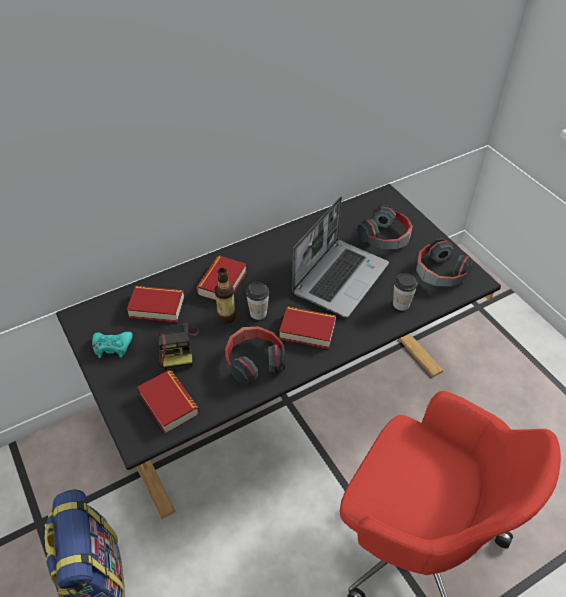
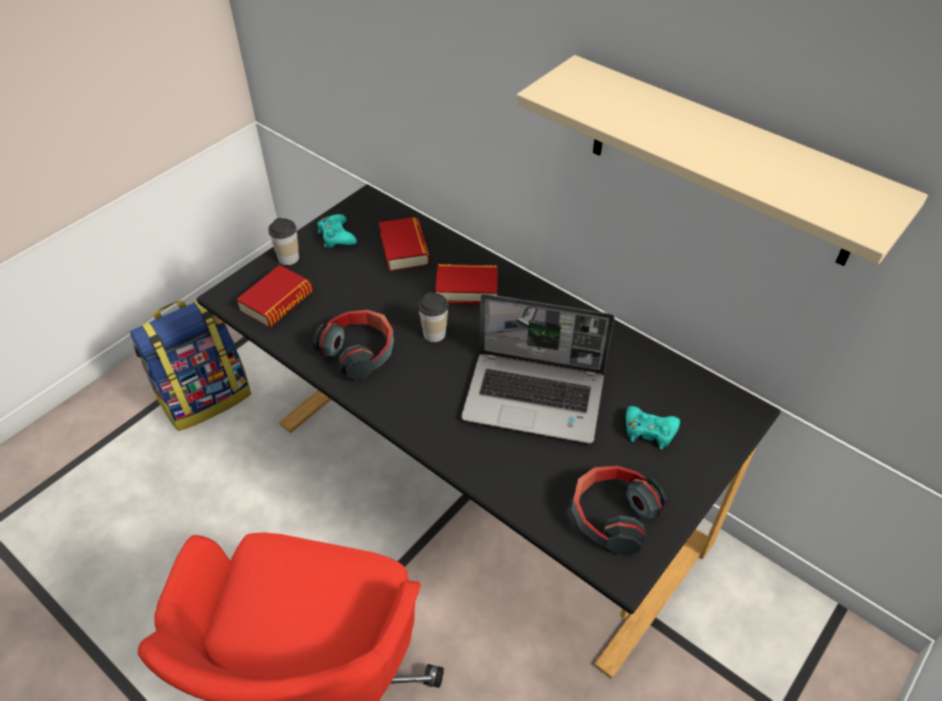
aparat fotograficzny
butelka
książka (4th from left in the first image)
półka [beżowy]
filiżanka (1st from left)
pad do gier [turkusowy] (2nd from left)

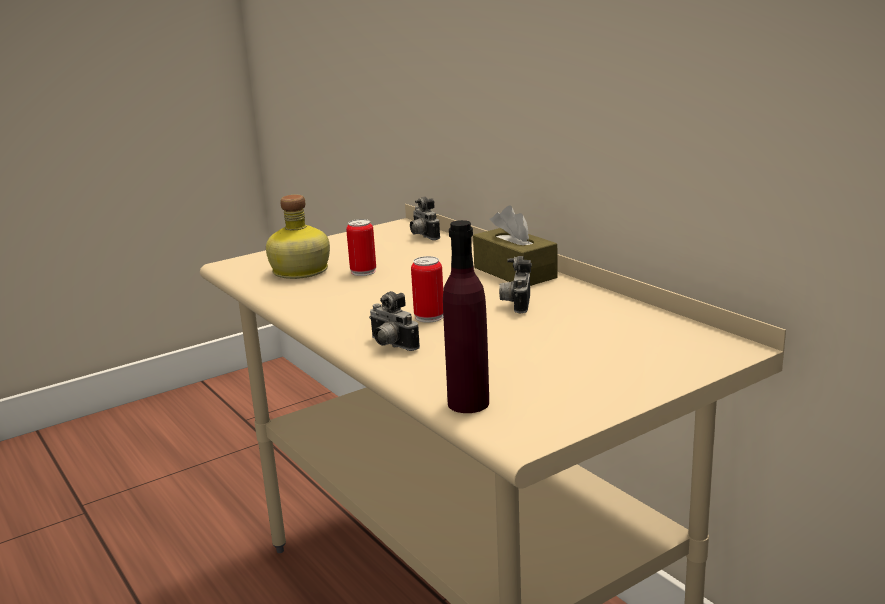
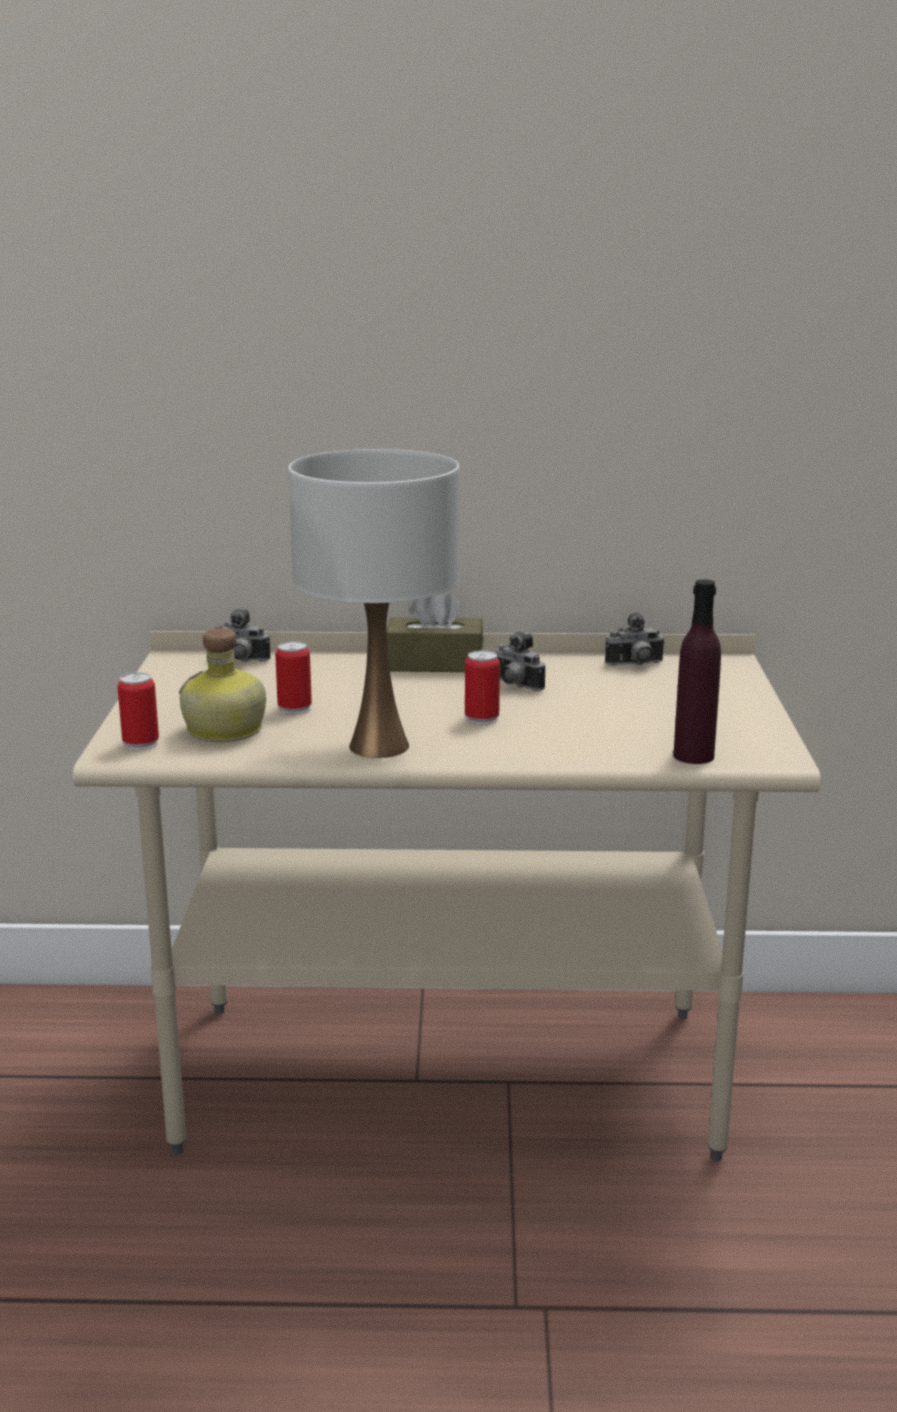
puszka (1st from left)
lampa stołowa [biały]
aparat fotograficzny (3rd from left)

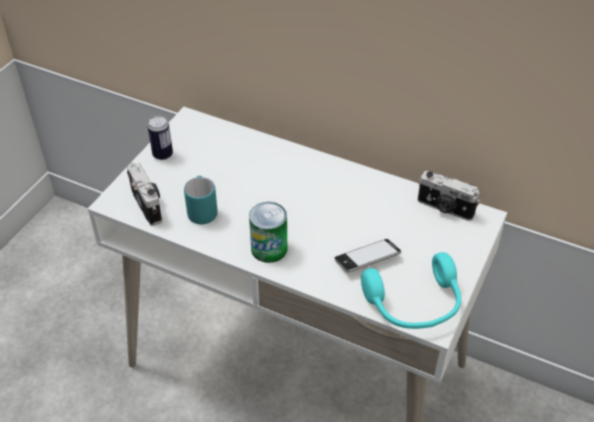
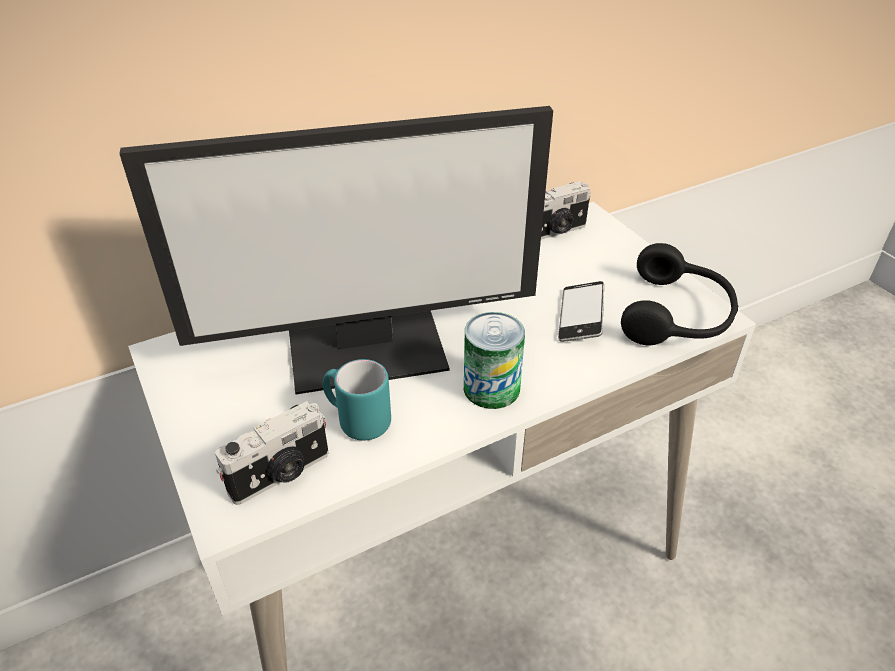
puszka (1st from left in the first image)
monitor
słuchawki [czarny]
aparat fotograficzny (1st from left)

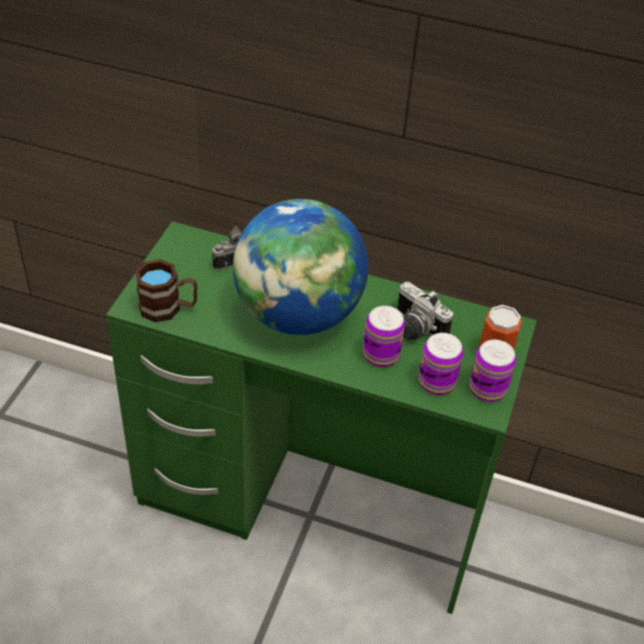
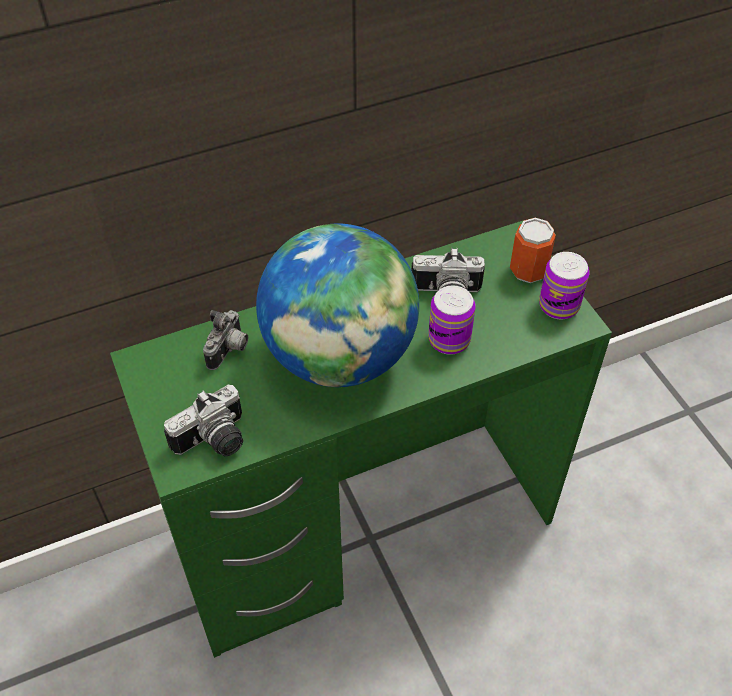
puszka (2nd from left in the first image)
aparat fotograficzny (1st from left)

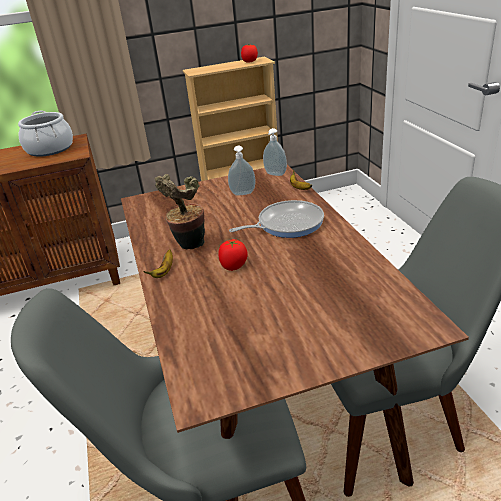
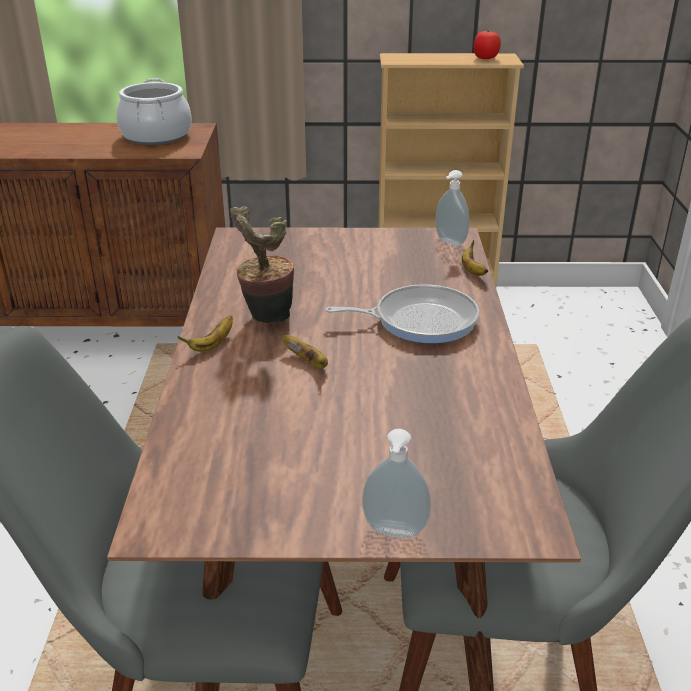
dozownik mydła (1st from left)
banan (2nd from left)

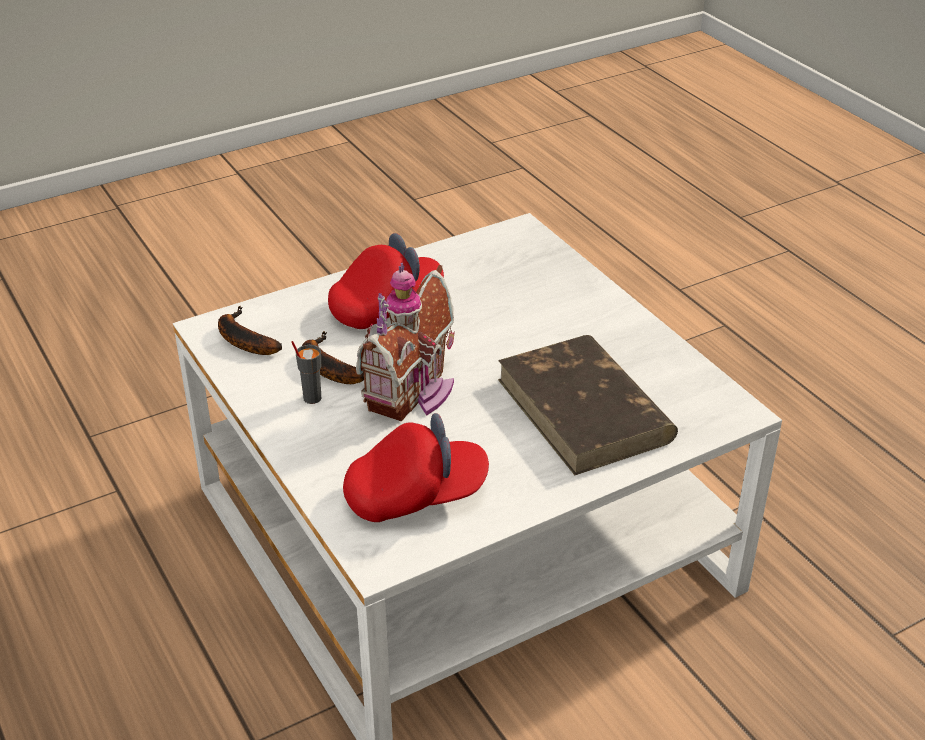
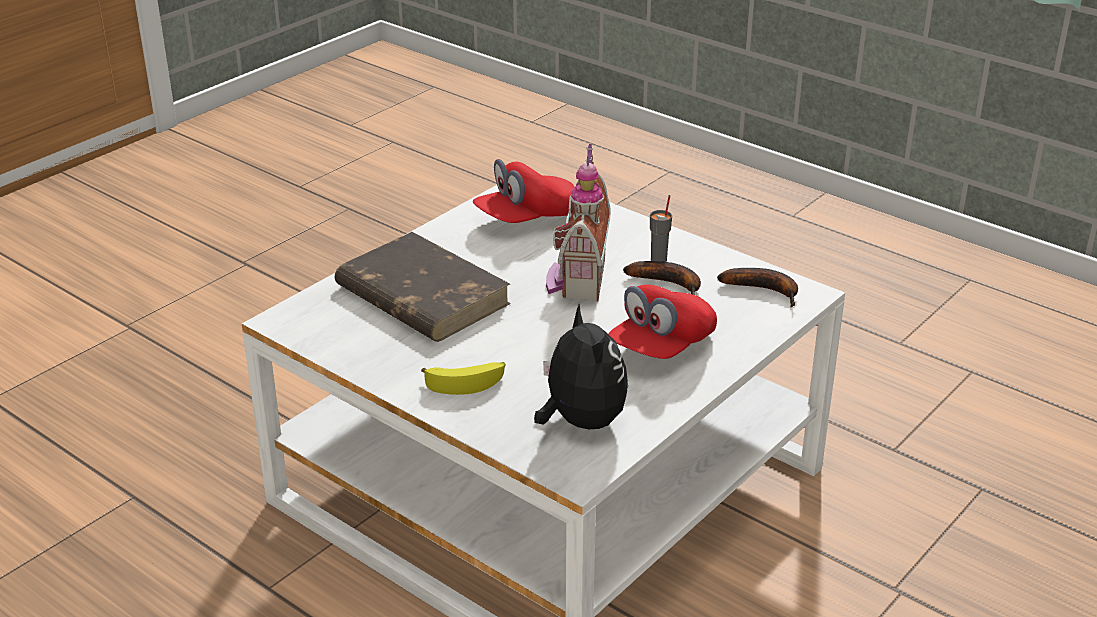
banan (1st from left)
pluszak

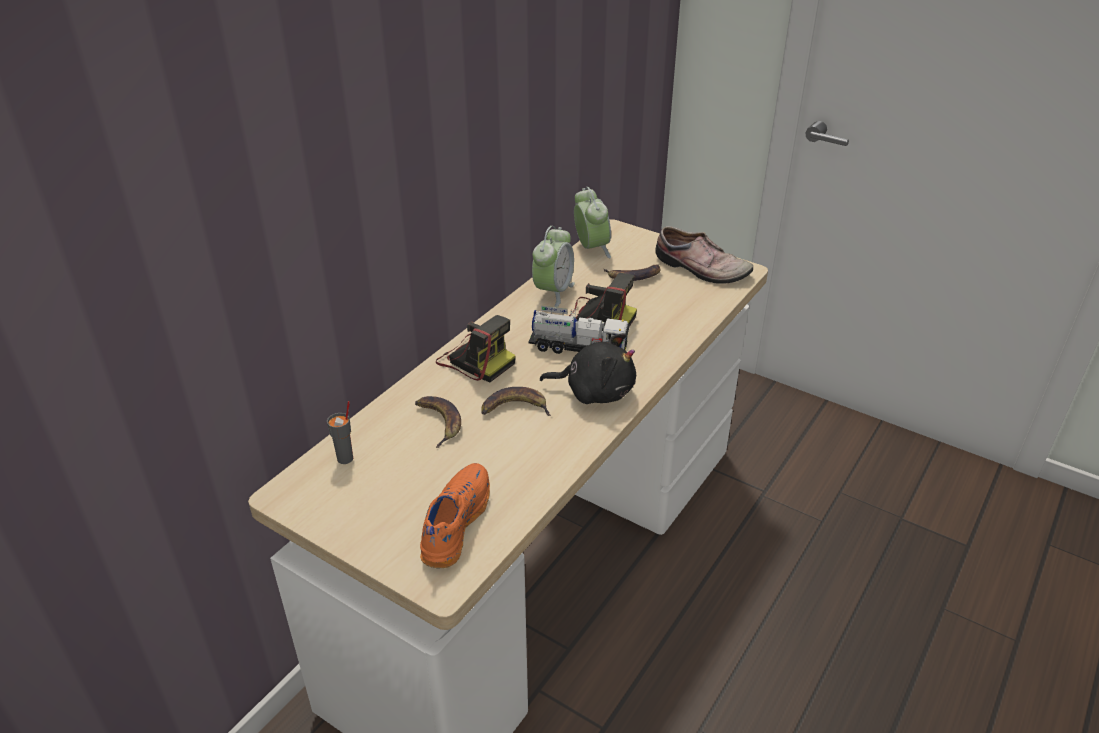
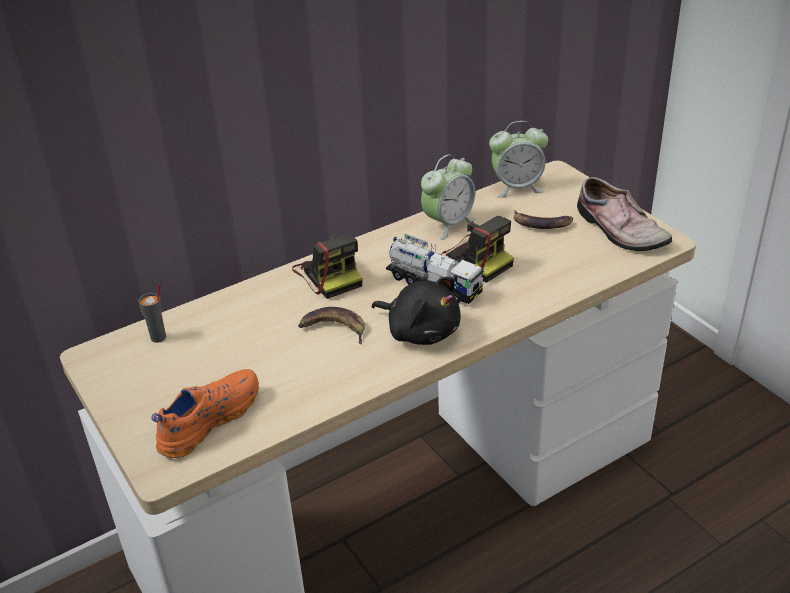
banan (1st from left in the first image)
budzik (2nd from left)

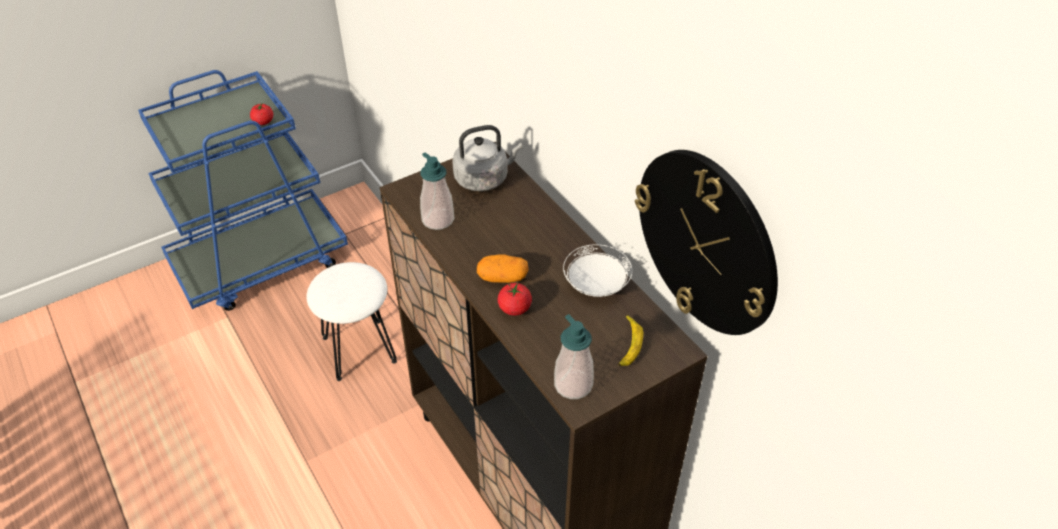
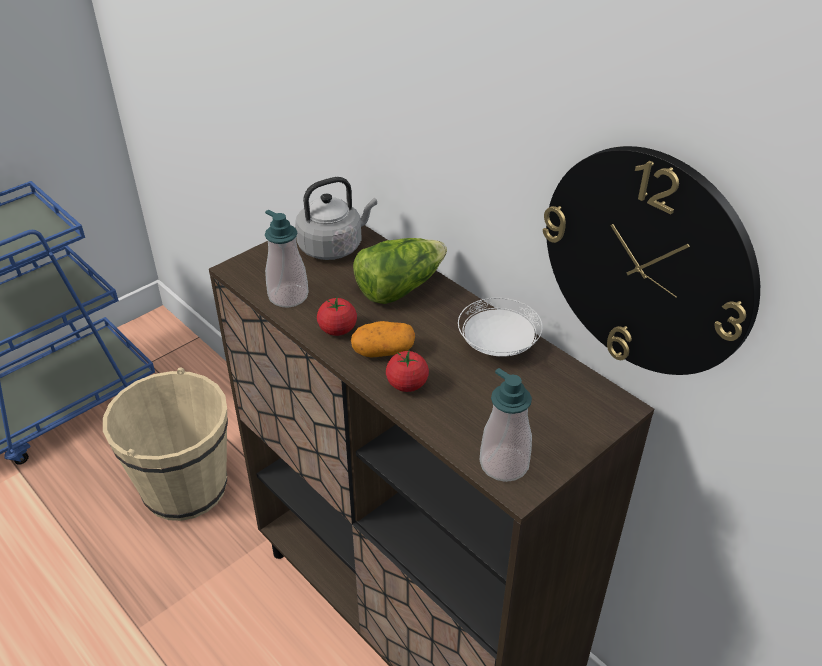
banan
sałata
pomidor (1st from left)
wiadro [beżowy]

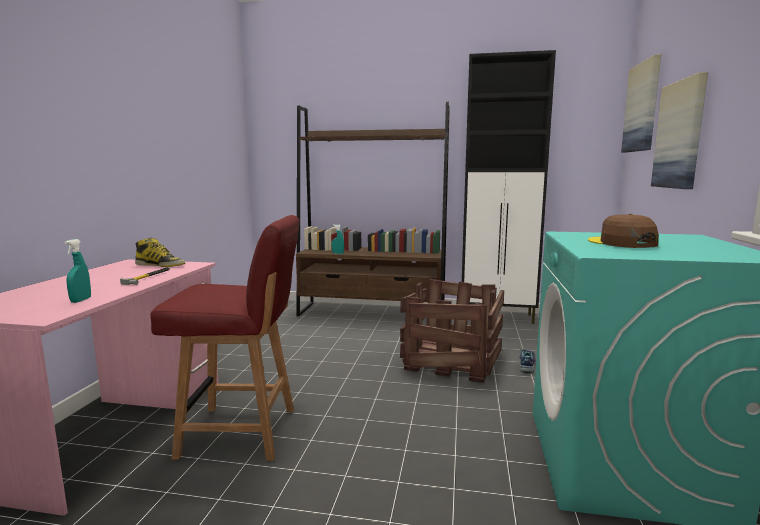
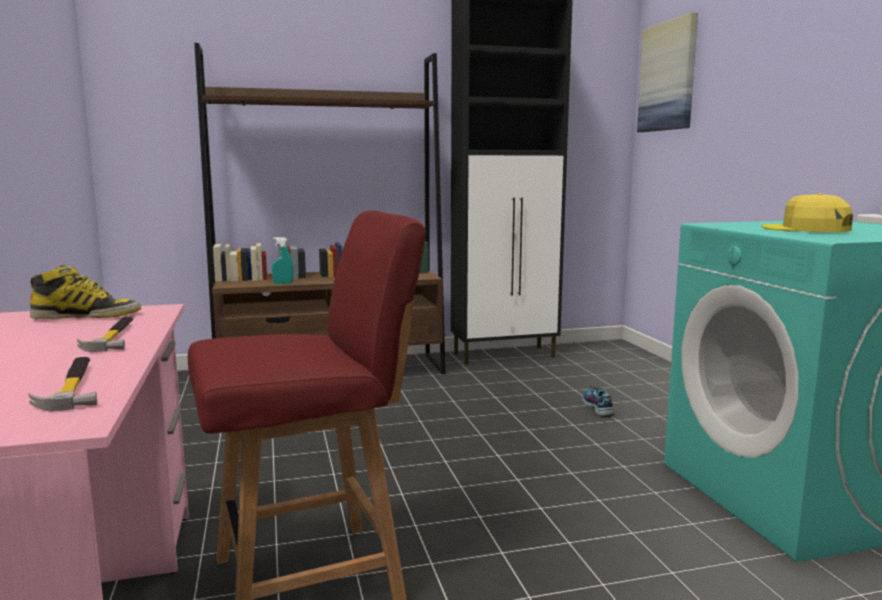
skrzynka
obraz (2nd from left in the first image)
młotek (1st from left)
czapka z daszkiem [żółty]

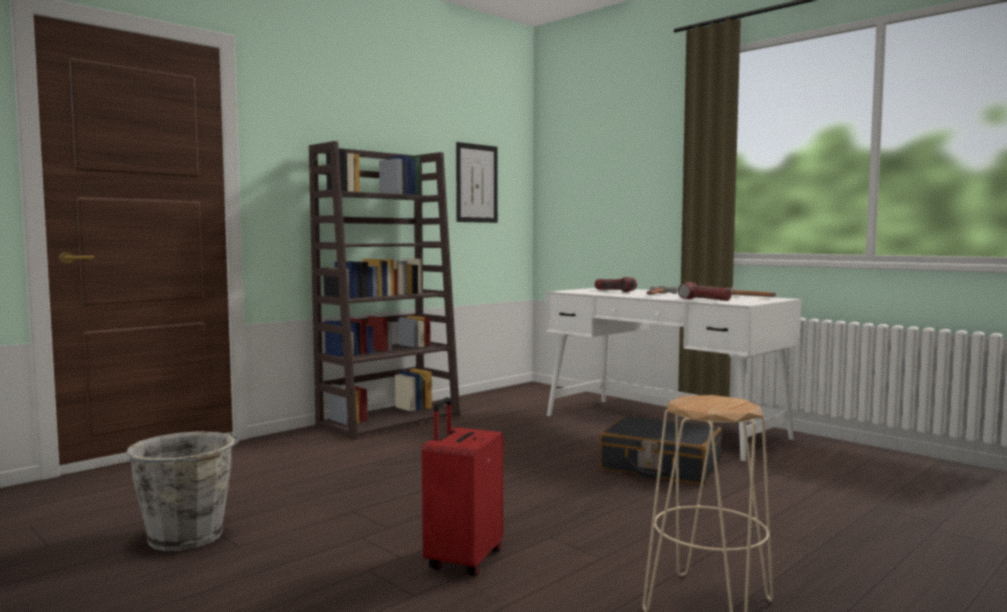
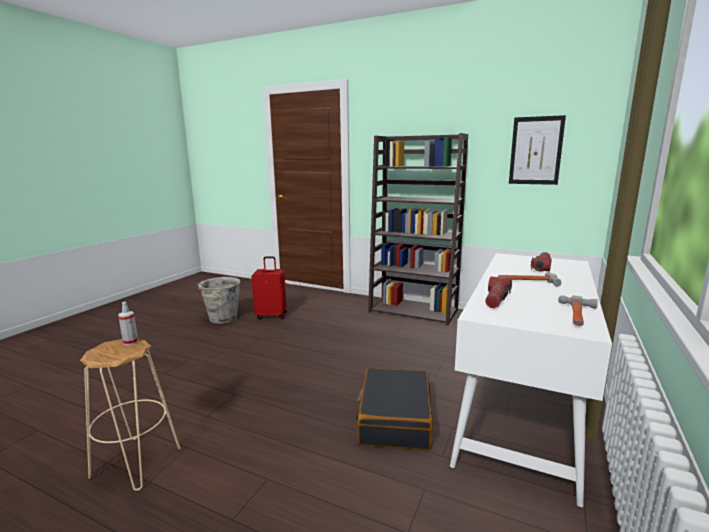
spryskiwacz
walizka [czerwony]

